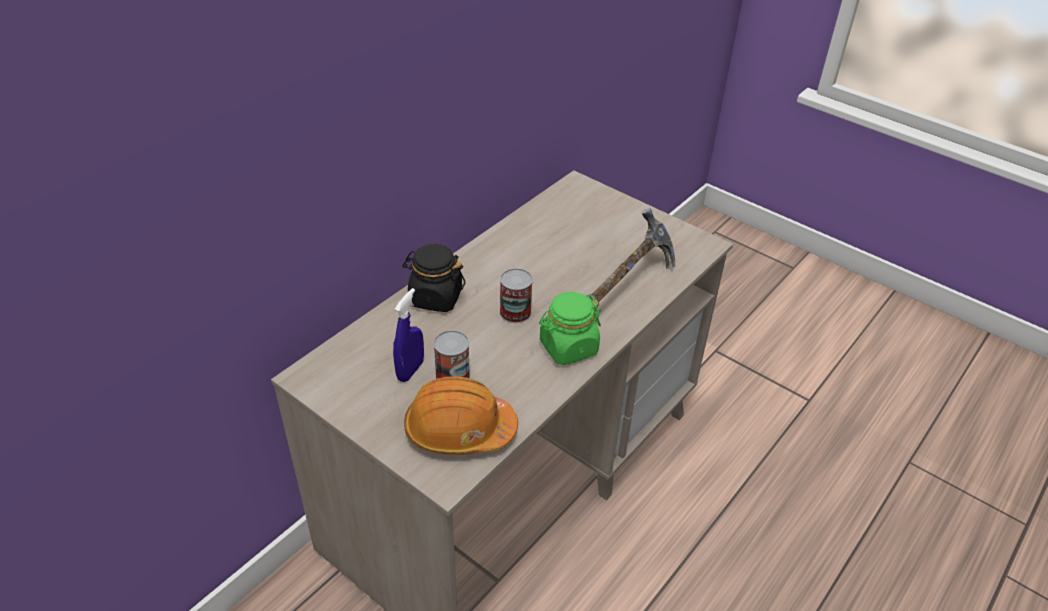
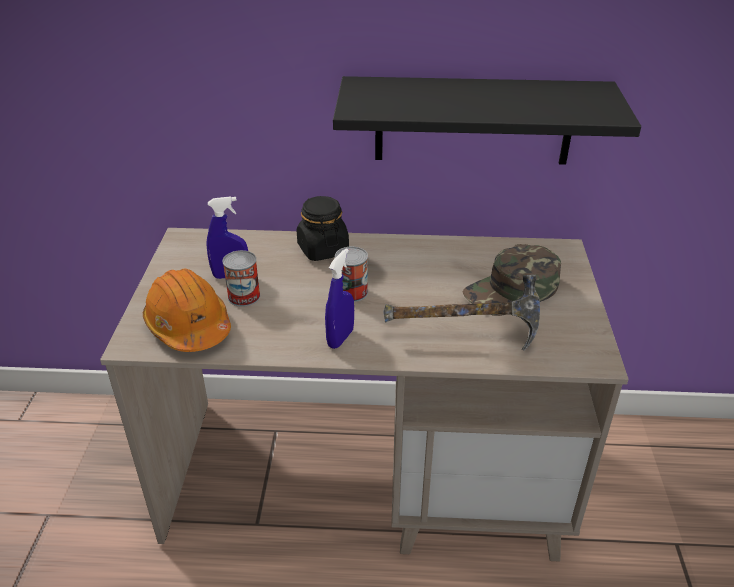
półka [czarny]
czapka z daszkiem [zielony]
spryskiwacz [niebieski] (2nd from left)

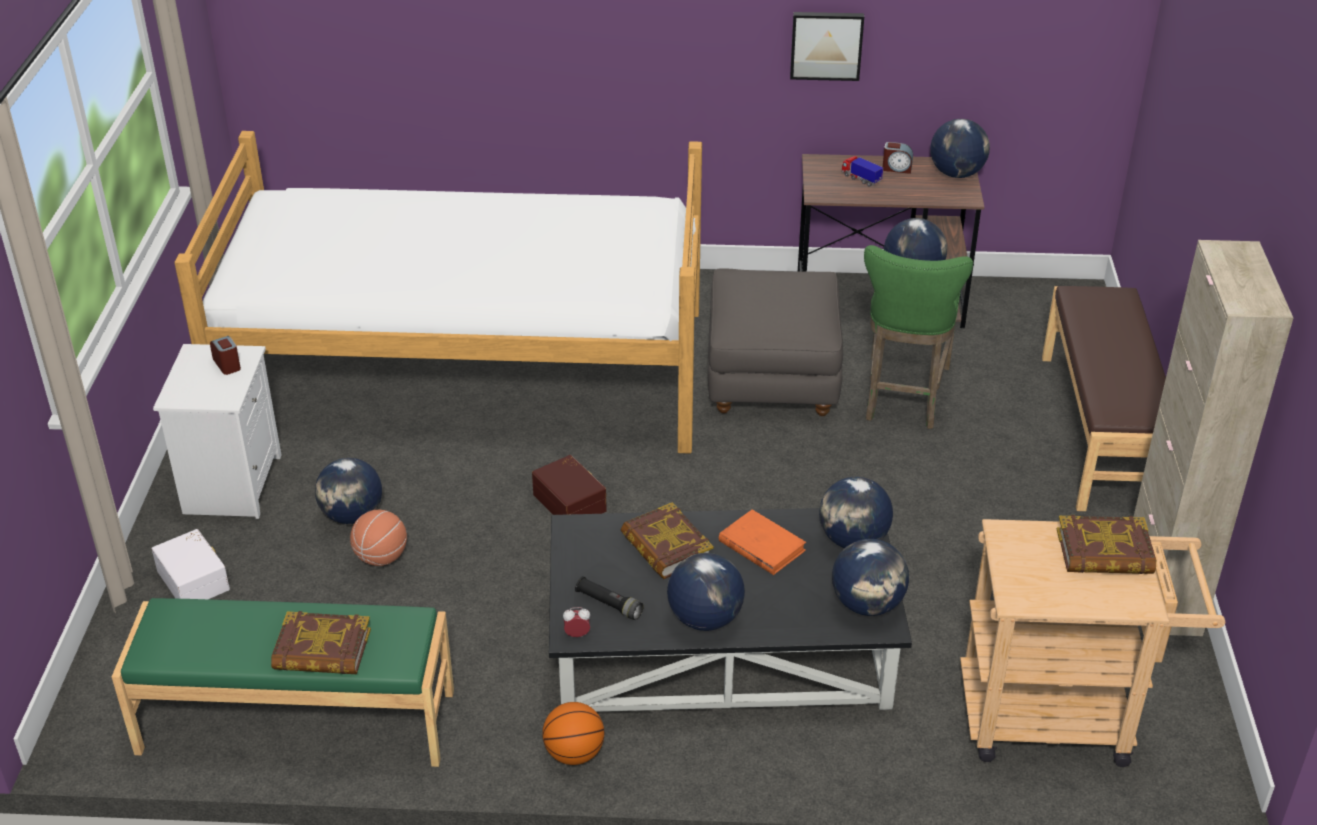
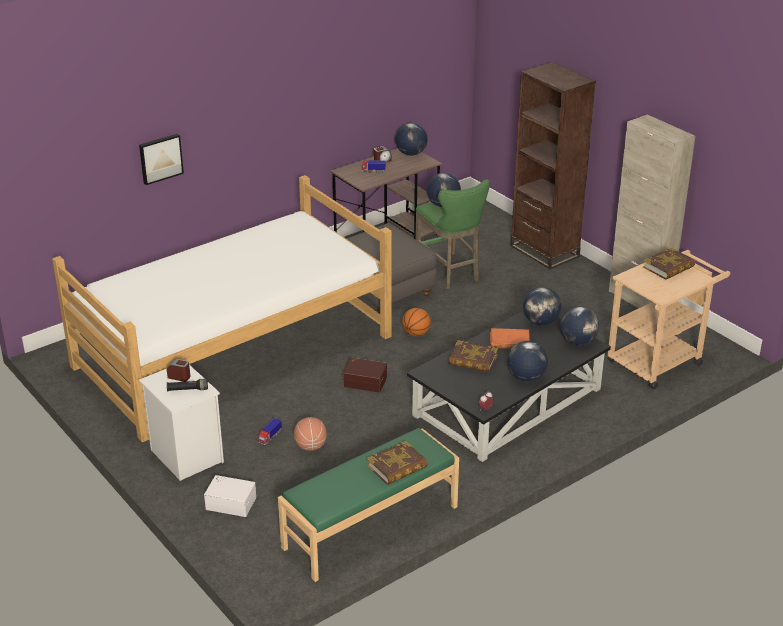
piłka do koszykówki (2nd from left)
latarka [czarny]
obraz
ciężarówka zabawkowa (1st from left)
regał [brązowy]

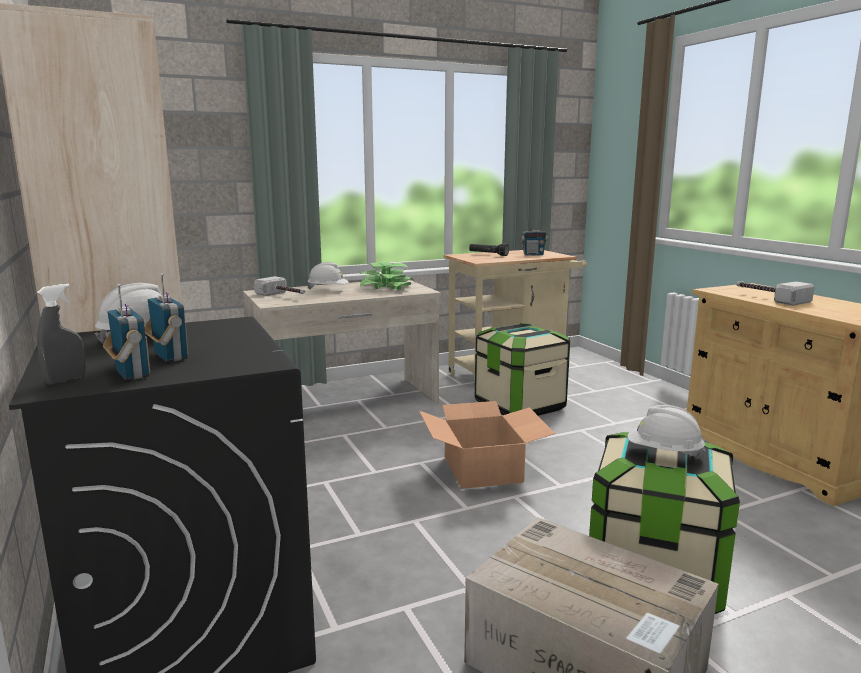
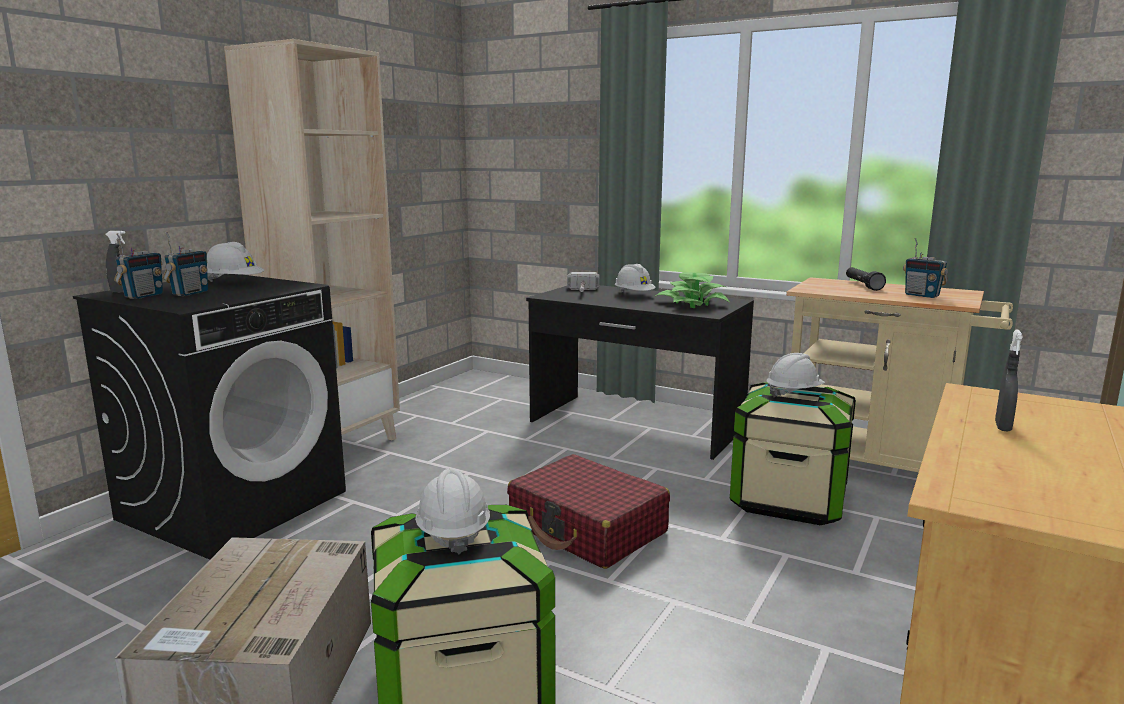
kask [biały] (4th from left)
walizka [czerwony]
spryskiwacz [szary] (2nd from left)
biurko [czarny]

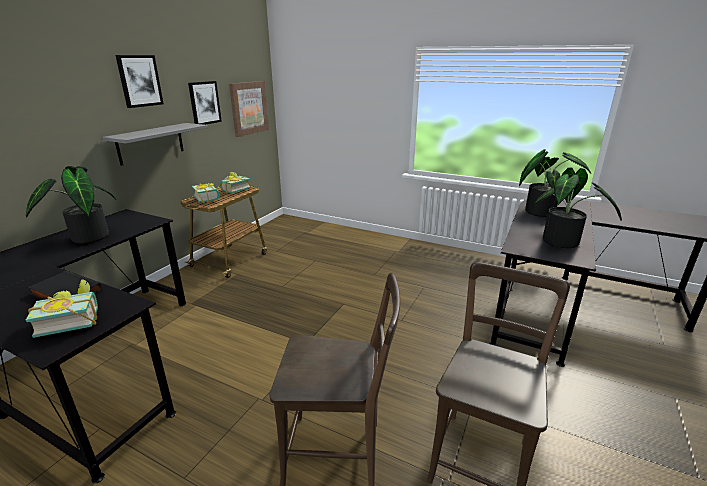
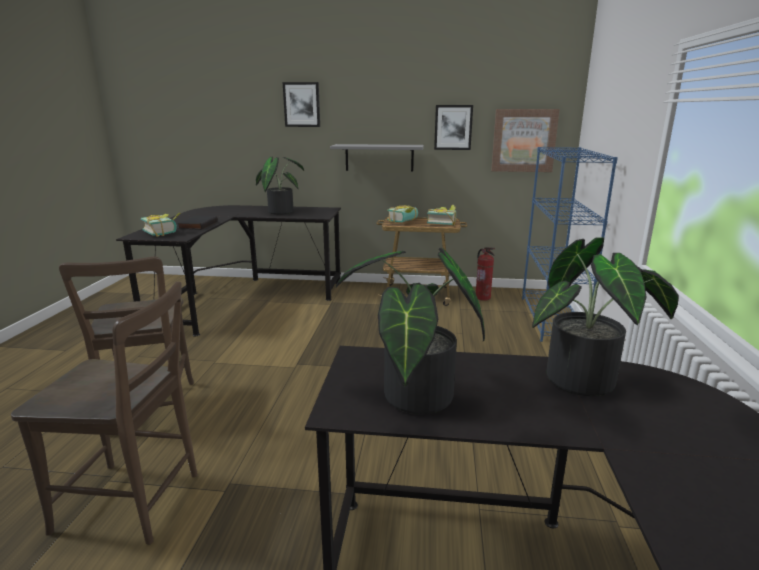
gaśnica
regał [niebieski]
obraz (1st from left)

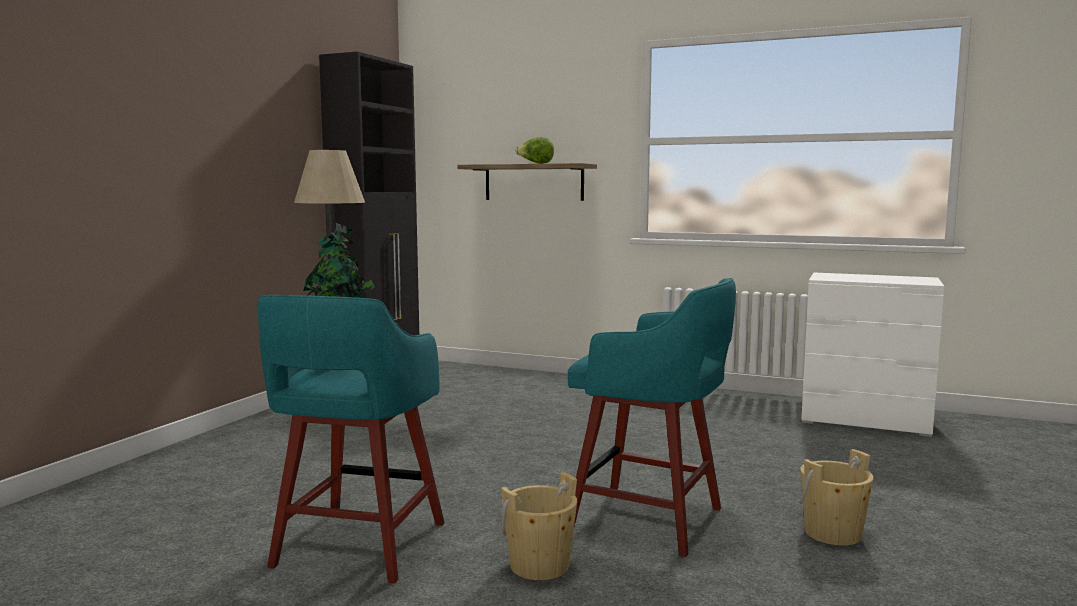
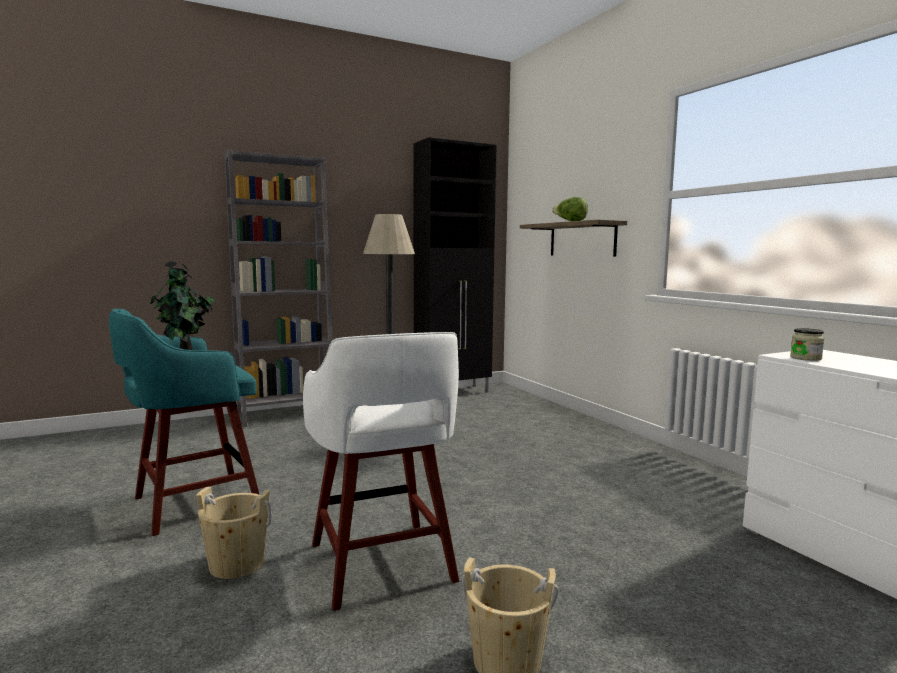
regał [szary]
słoik
stołek [biały]

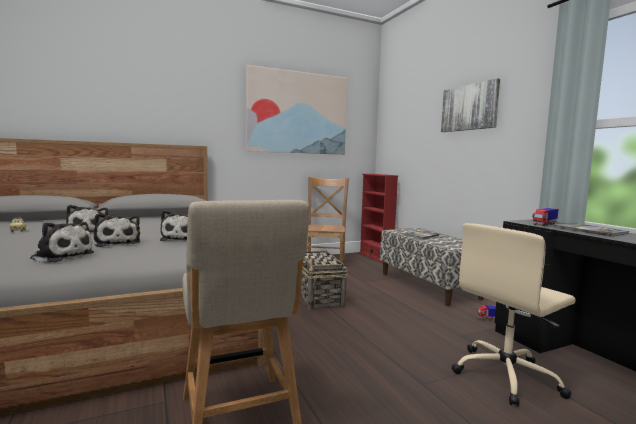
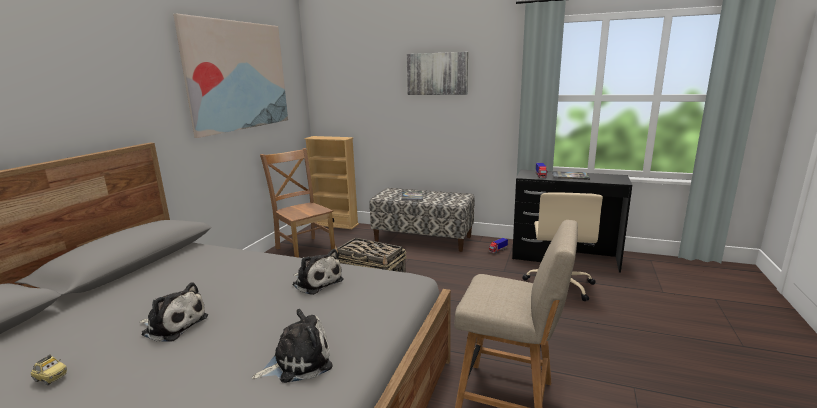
pluszak (3rd from left in the first image)
regał [beżowy]

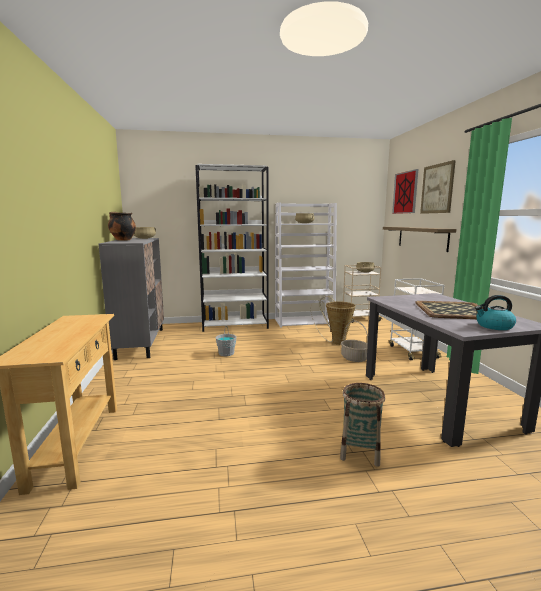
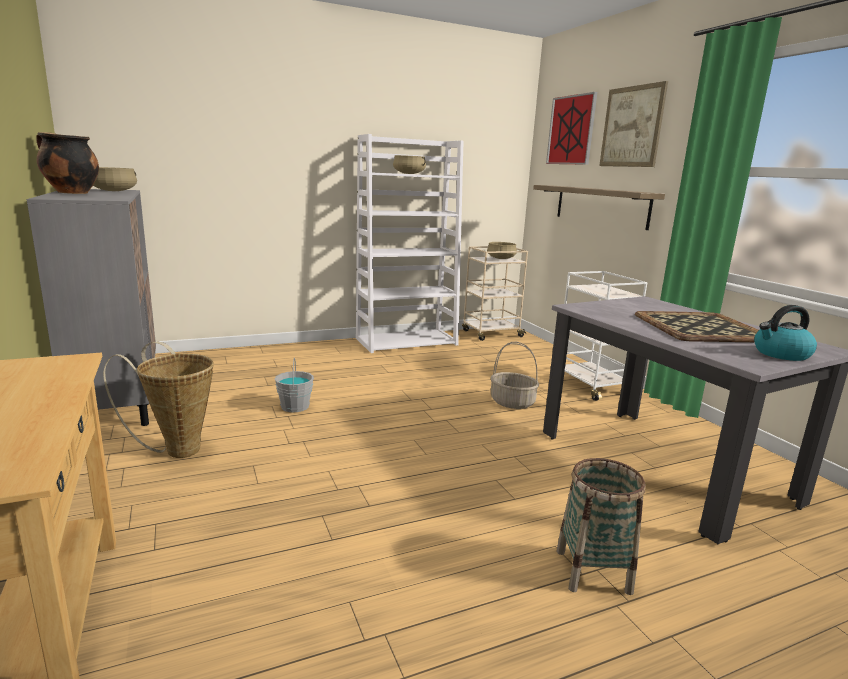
regał [biały] (1st from left in the first image)
koszyk (1st from left)

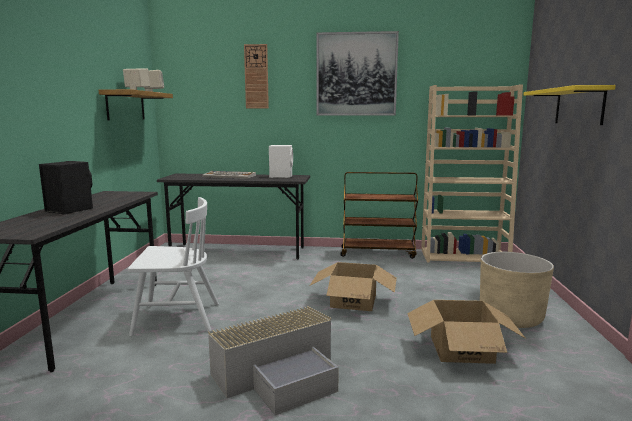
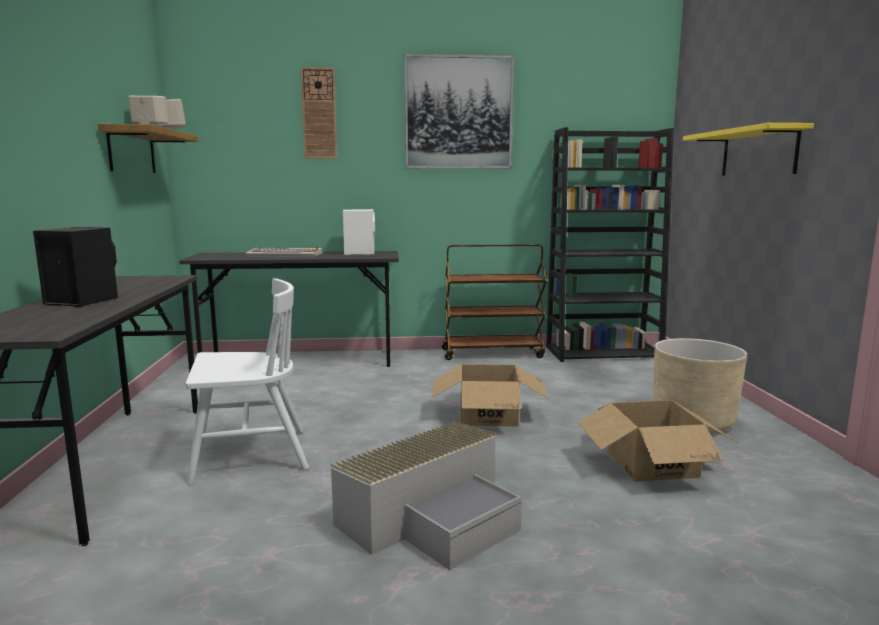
regał [czarny]

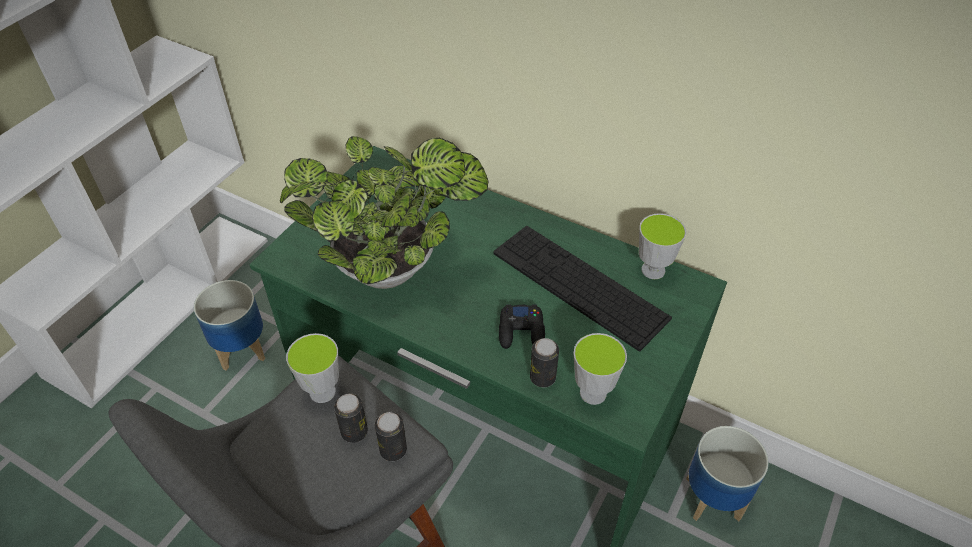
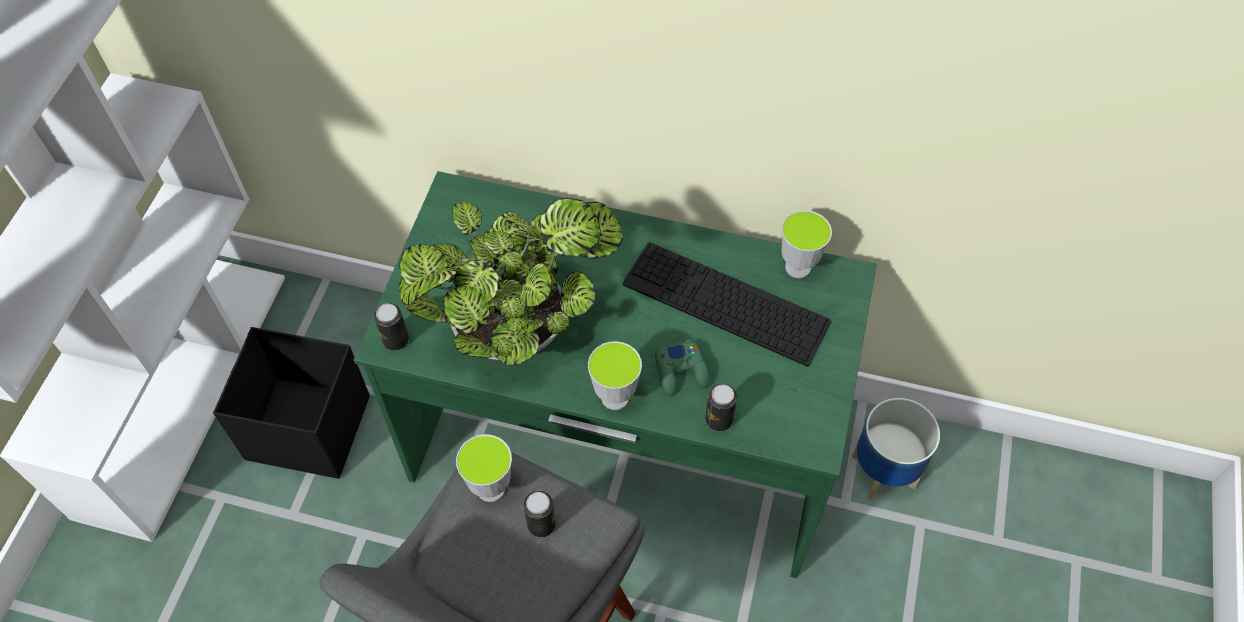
puszka (1st from left)
filiżanka (2nd from left)
pojemnik do przechowywania [czarny]
pad do gier [zielony]

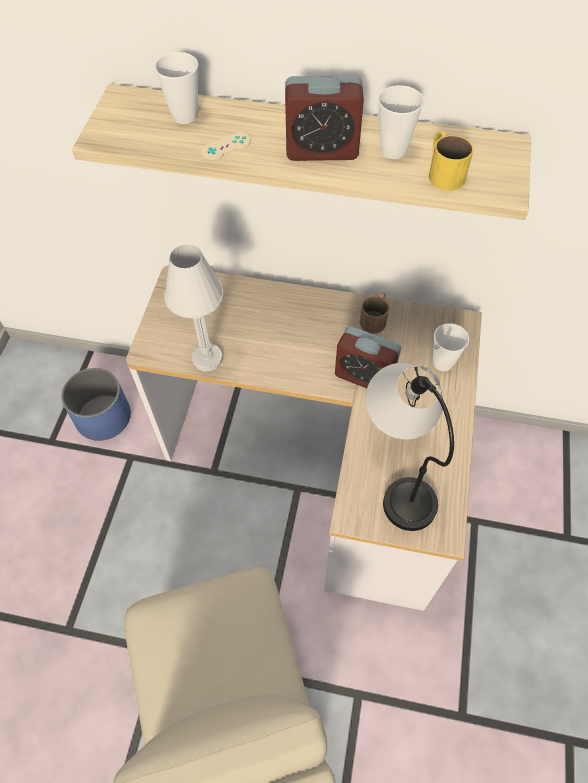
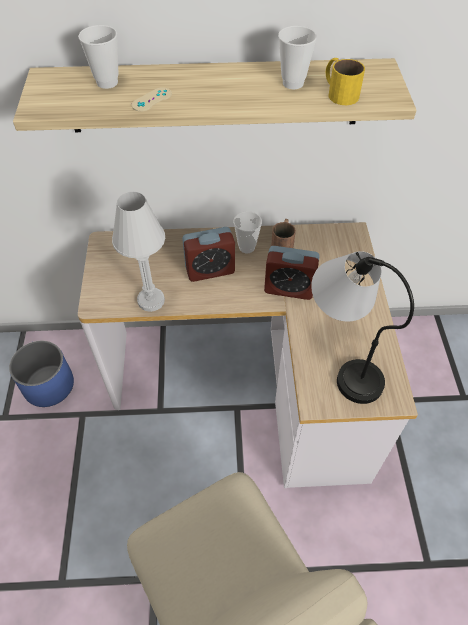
budzik (1st from left)
filiżanka (2nd from left)

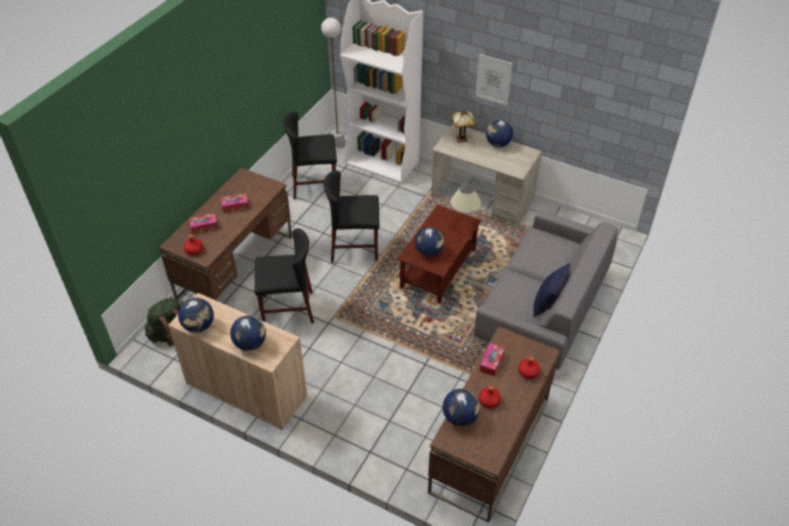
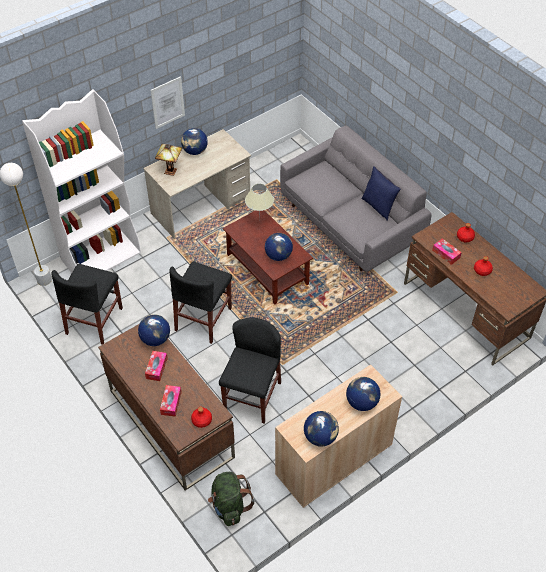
globus (1st from left)

